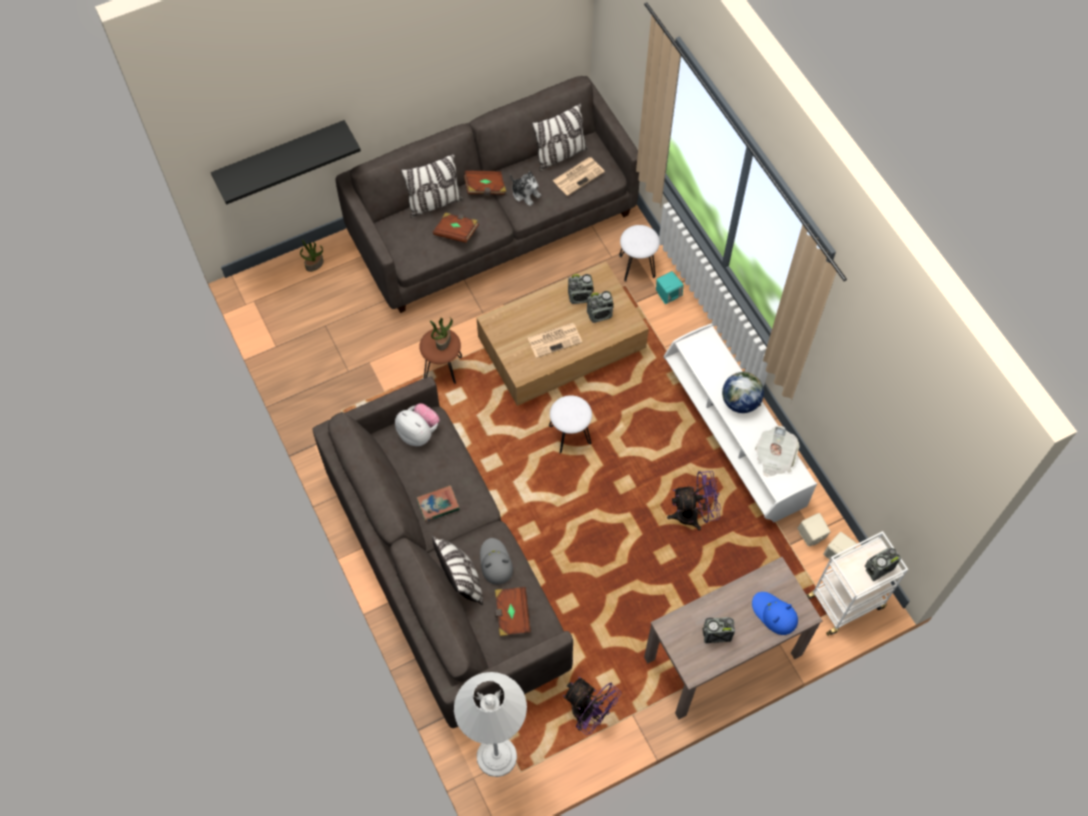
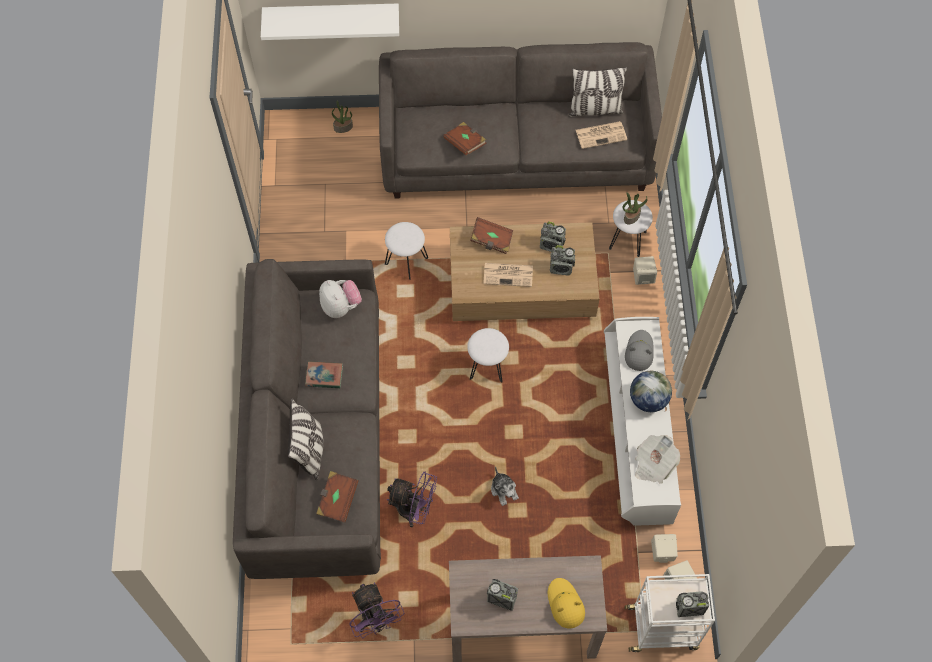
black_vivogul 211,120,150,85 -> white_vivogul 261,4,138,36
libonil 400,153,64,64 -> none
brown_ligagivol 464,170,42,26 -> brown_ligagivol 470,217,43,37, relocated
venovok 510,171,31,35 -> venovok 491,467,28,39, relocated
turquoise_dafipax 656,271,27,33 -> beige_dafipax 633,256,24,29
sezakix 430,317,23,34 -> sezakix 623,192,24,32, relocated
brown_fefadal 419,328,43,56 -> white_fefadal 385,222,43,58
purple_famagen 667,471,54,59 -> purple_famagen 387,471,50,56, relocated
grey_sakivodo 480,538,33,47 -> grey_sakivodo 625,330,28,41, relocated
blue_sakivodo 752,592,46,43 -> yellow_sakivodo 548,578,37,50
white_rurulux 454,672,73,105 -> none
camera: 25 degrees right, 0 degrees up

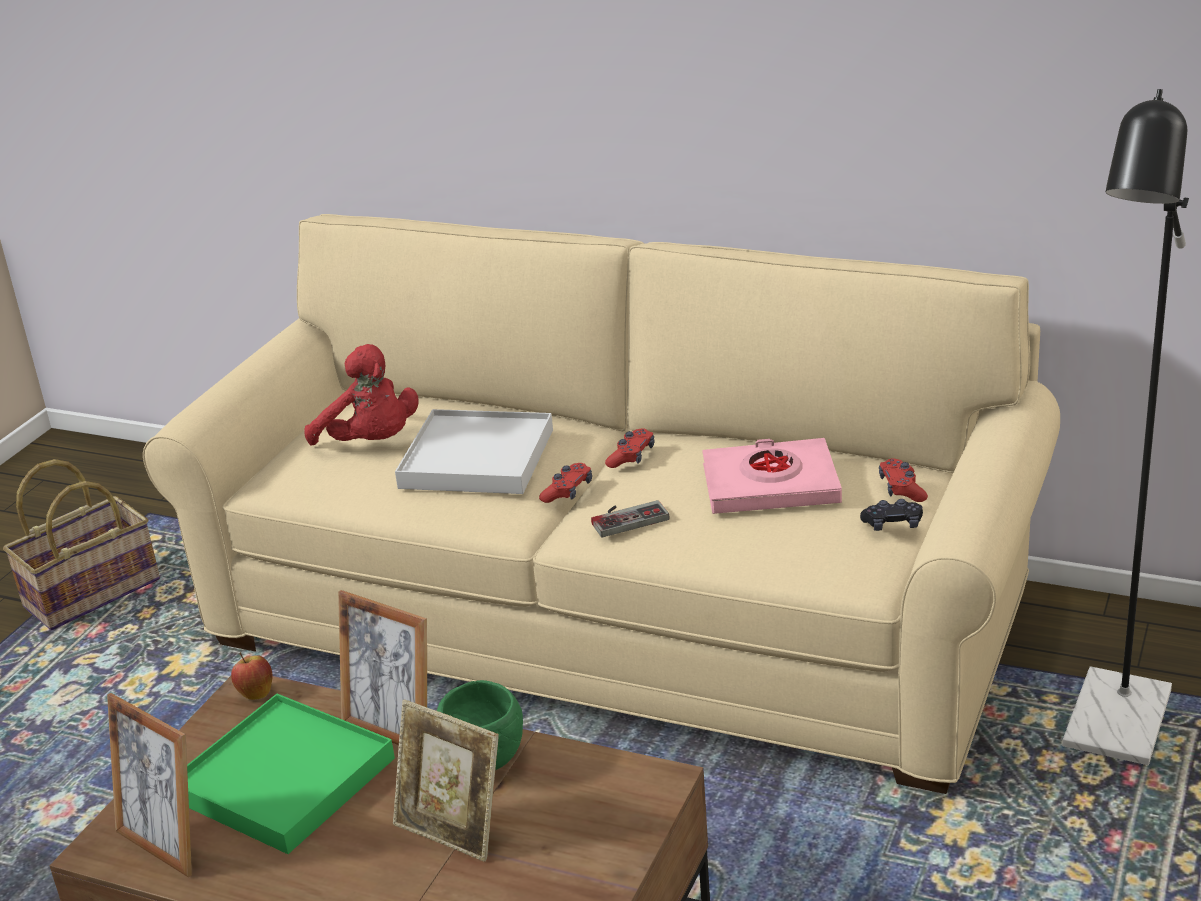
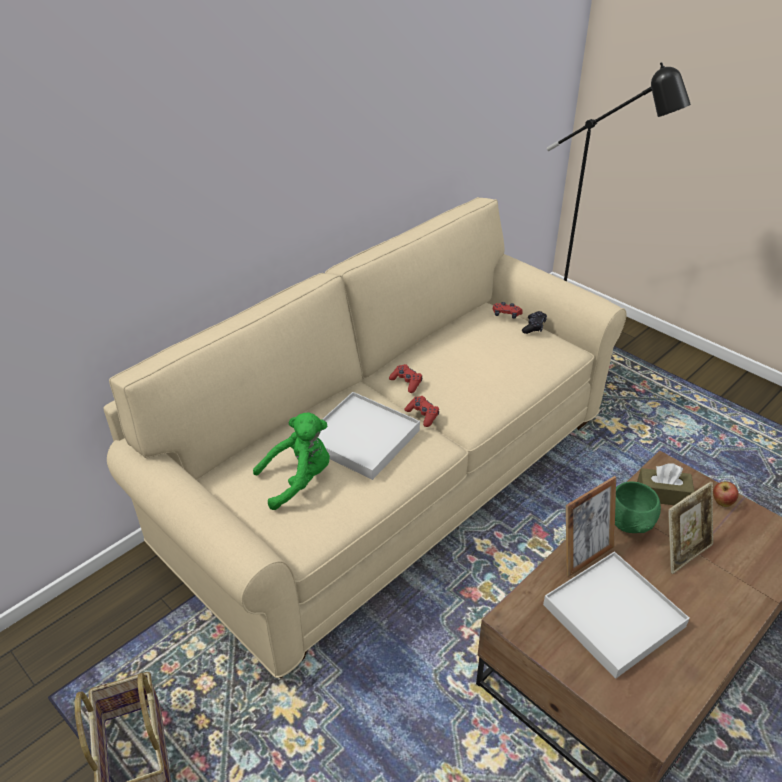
red_venovok 304,344,115,102 -> green_venovok 253,412,77,98
pink_ligagivol 702,438,140,76 -> none
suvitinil 591,500,78,37 -> none
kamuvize 231,652,42,48 -> kamuvize 713,482,26,25, relocated
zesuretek 107,693,85,184 -> none
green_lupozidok 187,694,208,160 -> white_lupozidok 543,552,147,127
none -> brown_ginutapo 637,463,57,42
camera: 70 degrees left, 10 degrees up

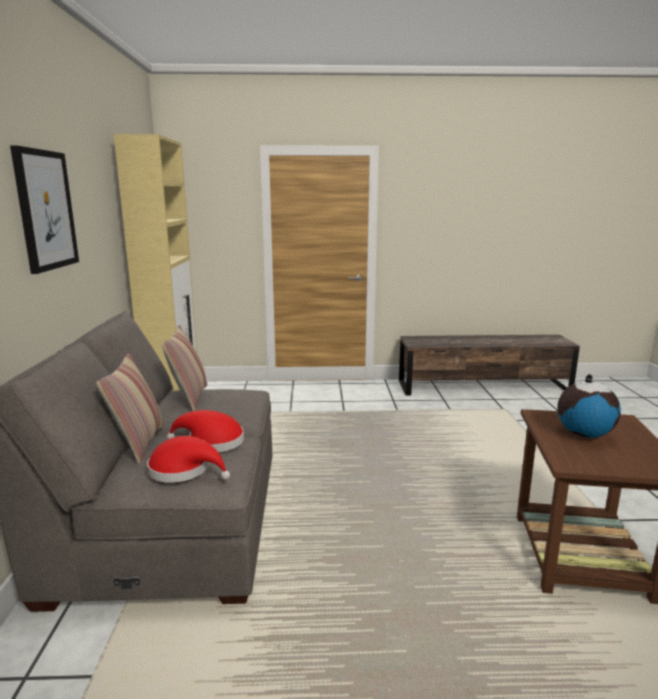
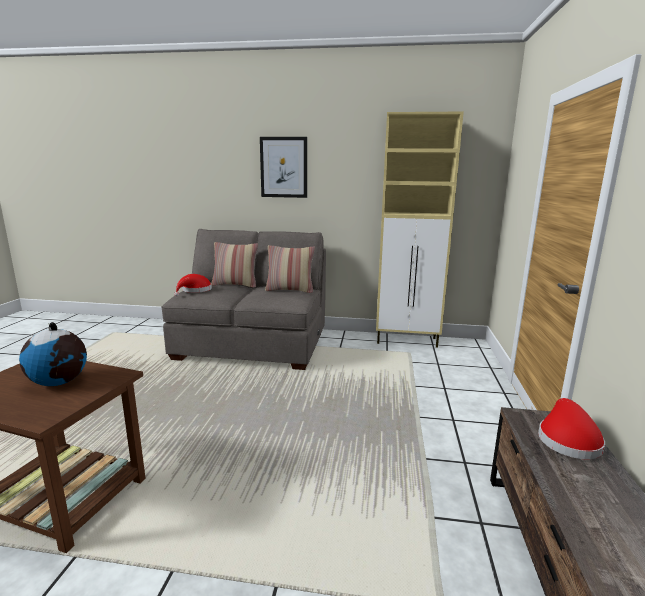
red_sakivodo 167,410,77,42 -> red_sakivodo 538,398,67,61, relocated
camera: 100 degrees right, 0 degrees up

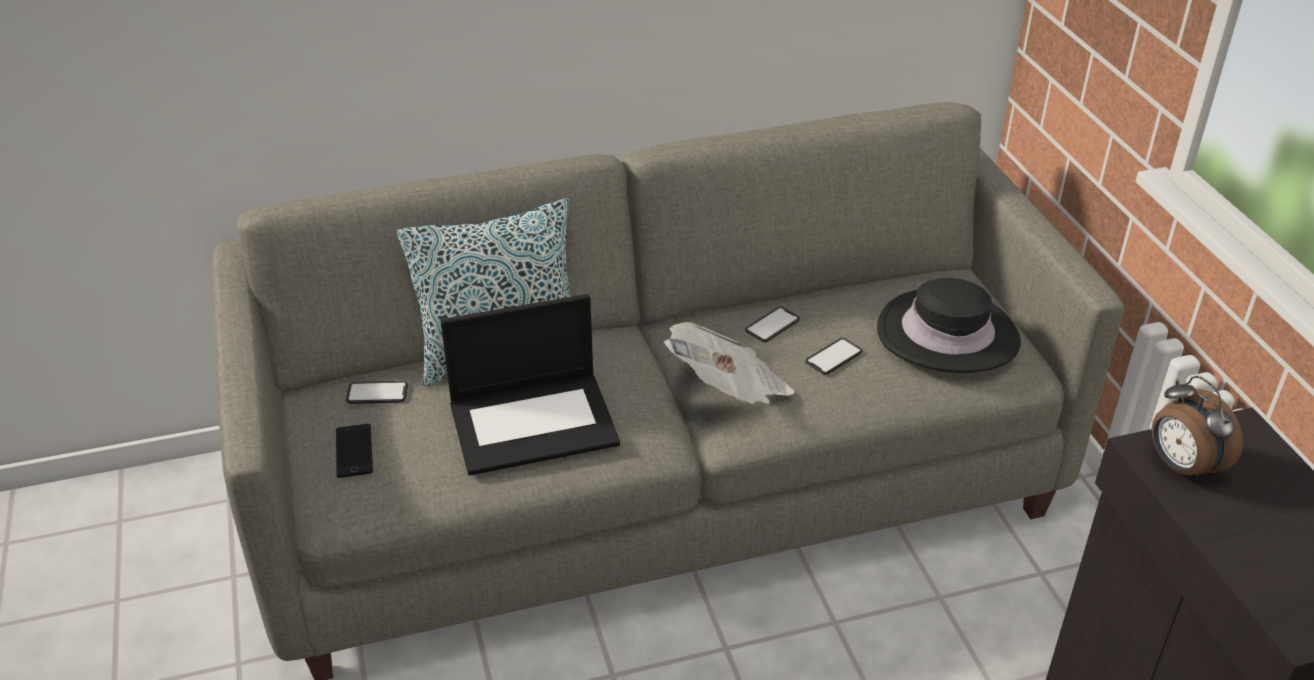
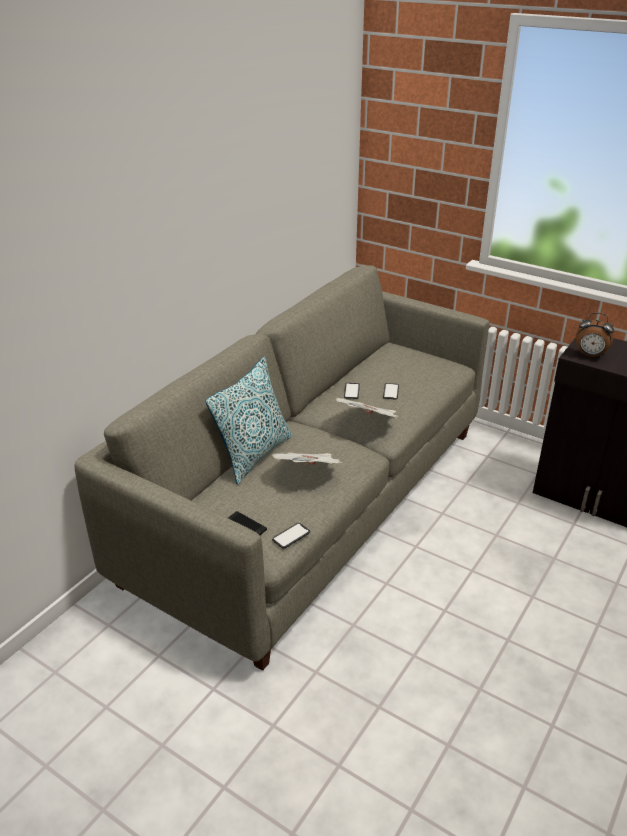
black_sakivodo 877,278,144,95 -> none
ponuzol 441,294,179,181 -> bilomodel 272,452,70,13
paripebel 346,381,62,23 -> paripebel 272,523,38,26, relocated
camera: 40 degrees left, 5 degrees down

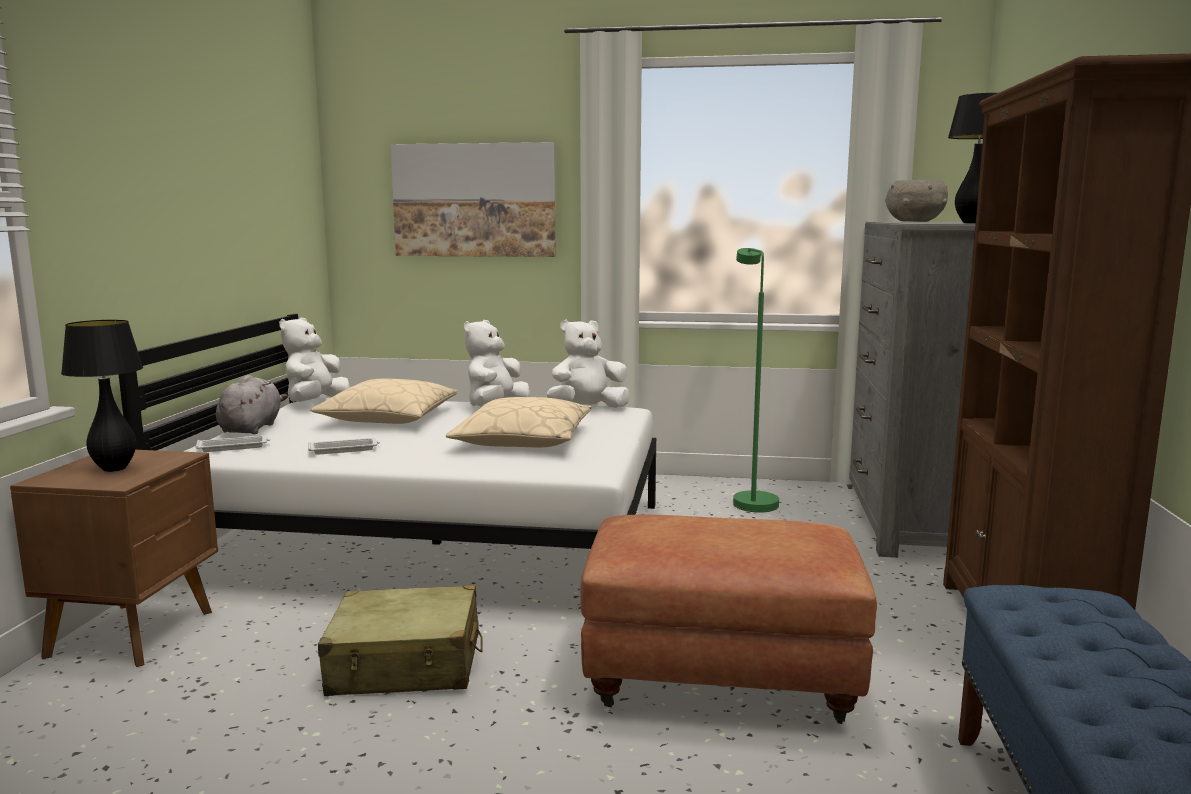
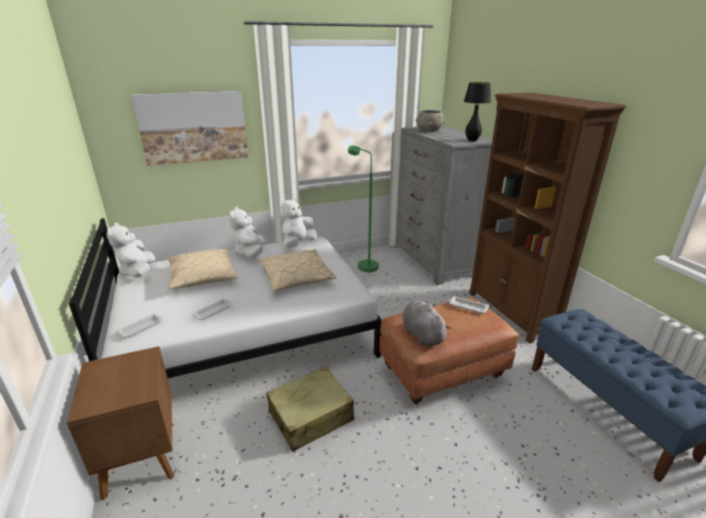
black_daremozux 61,320,82,152 -> none
grey_venovok 216,375,72,59 -> grey_venovok 402,301,49,45, relocated
none -> white_lupozidok 450,296,39,18
camera: 30 degrees left, 15 degrees up

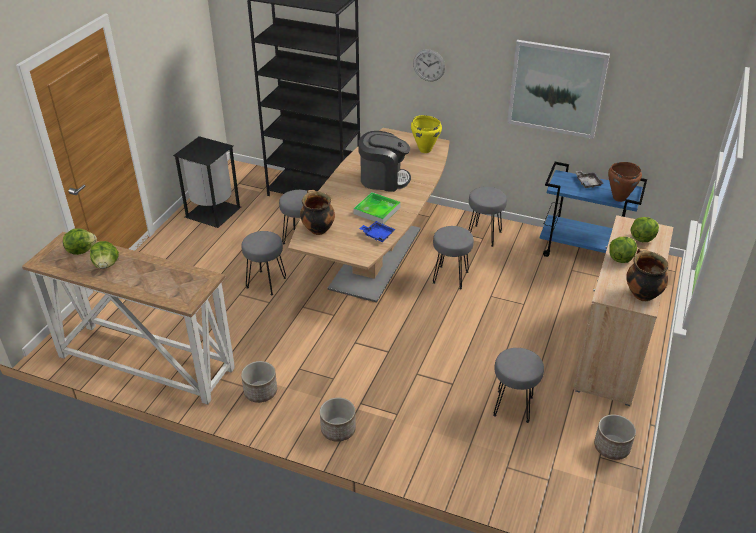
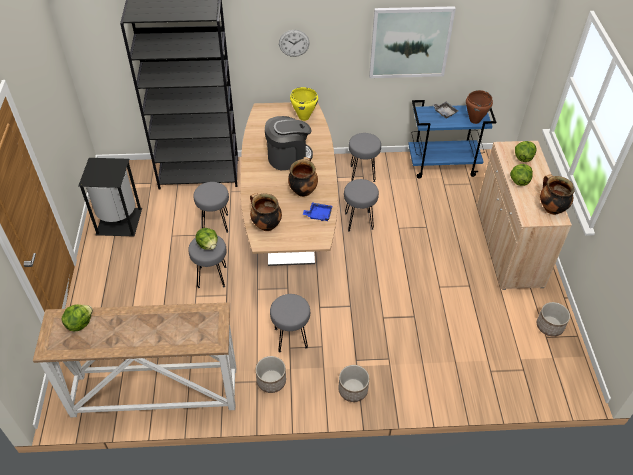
lupozidok 353,192,48,32 -> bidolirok 288,157,30,40
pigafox 90,241,29,28 -> pigafox 196,228,22,22, relocated
grey_fefadal 493,348,51,75 -> grey_fefadal 270,294,40,59, relocated
camera: 25 degrees left, 10 degrees up

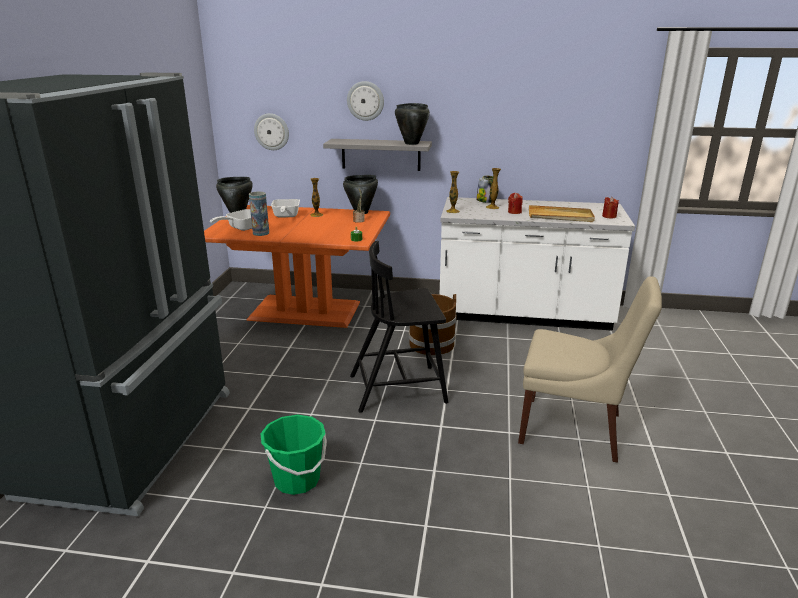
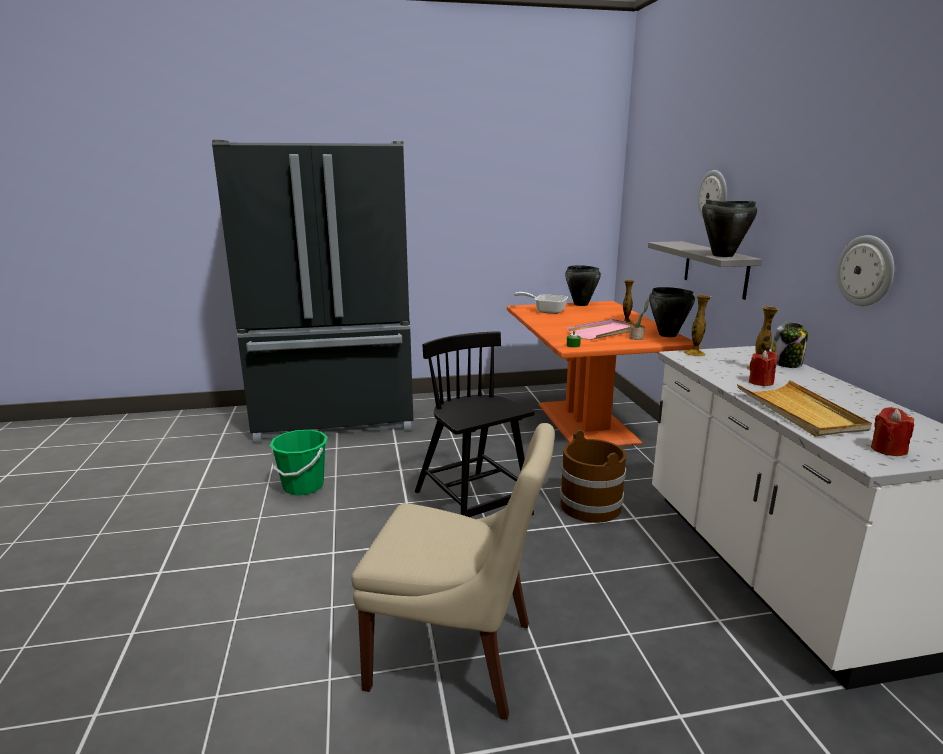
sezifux 254,113,35,37 -> sezifux 836,235,58,71, relocated
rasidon 249,192,20,44 -> none
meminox 271,199,29,19 -> none
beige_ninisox 518,276,144,187 -> beige_ninisox 351,423,204,297, 75 degrees counterclockwise
none -> pink_lupozidok 566,319,70,21
camera: 70 degrees right, 5 degrees down

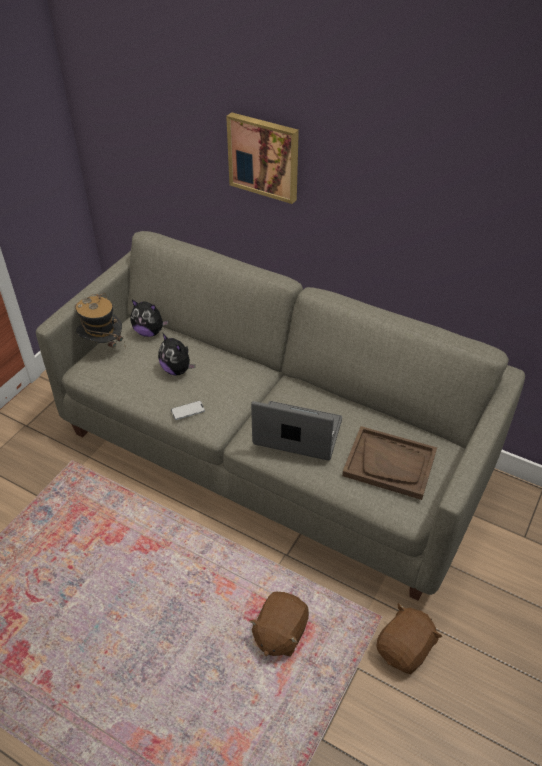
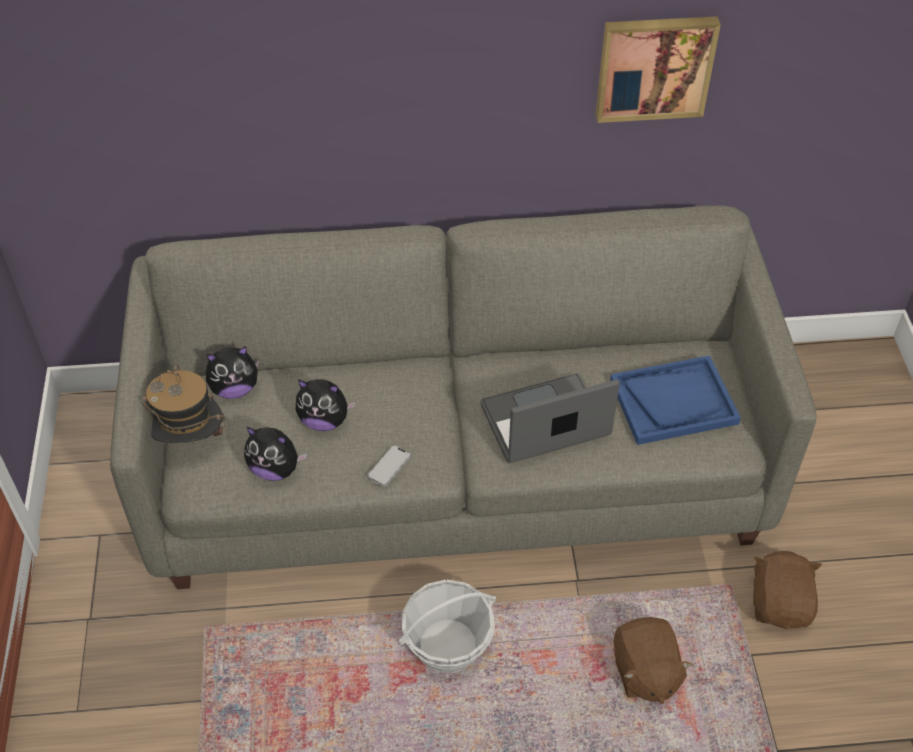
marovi 226,112,73,92 -> marovi 595,16,126,107, relocated
brown_lupozidok 342,426,95,74 -> blue_lupozidok 610,355,131,90
none -> venovok 244,427,63,54
none -> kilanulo 399,580,97,92
camera: 35 degrees left, 5 degrees up

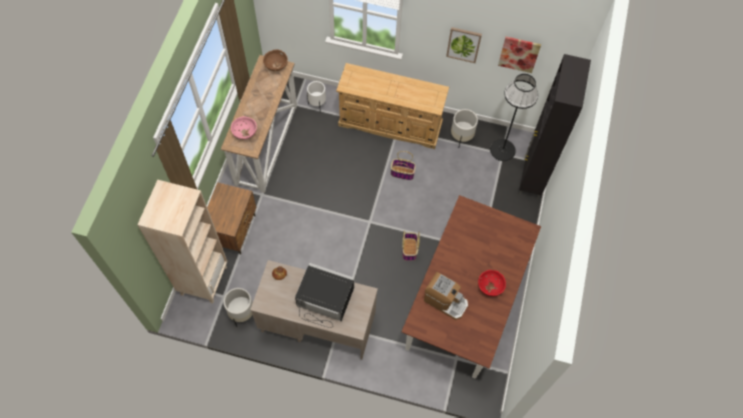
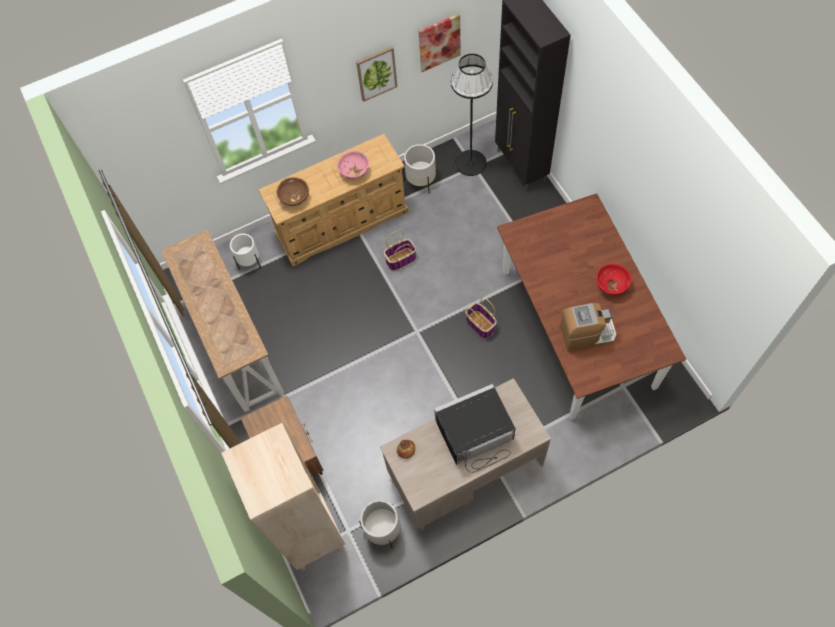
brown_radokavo 263,50,25,21 -> brown_radokavo 276,177,33,29, relocated
pink_radokavo 231,116,26,24 -> pink_radokavo 337,151,32,28, relocated
camera: 35 degrees left, 0 degrees up

